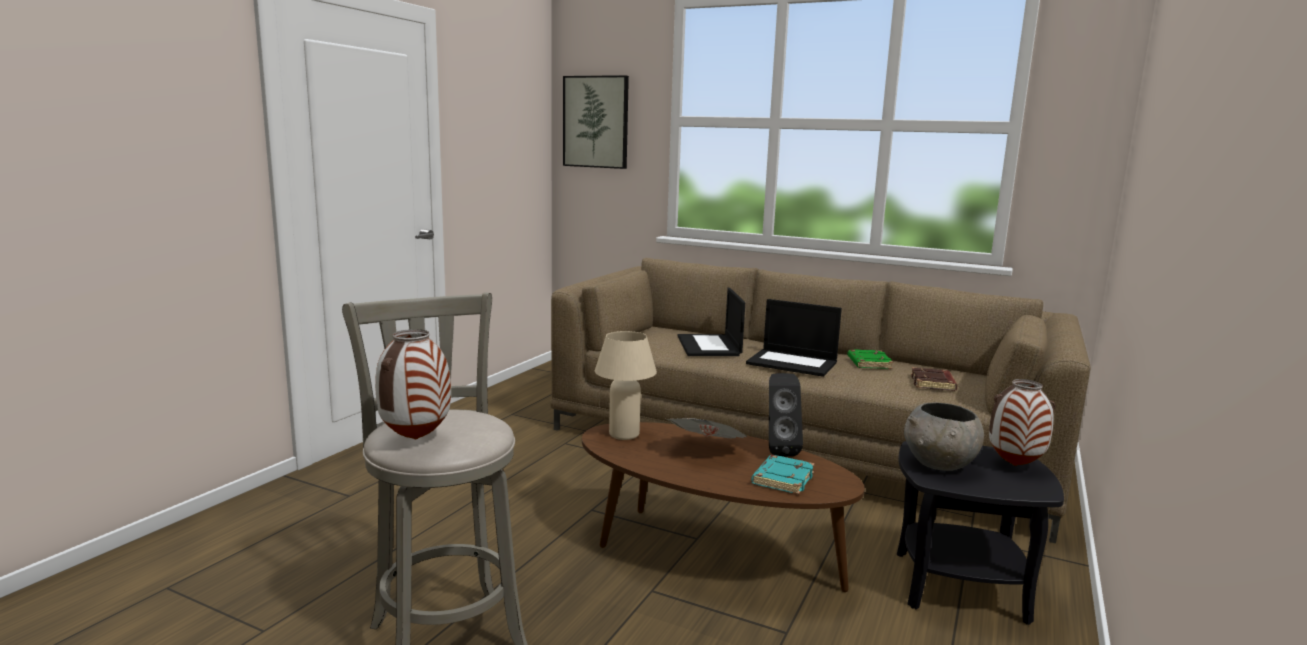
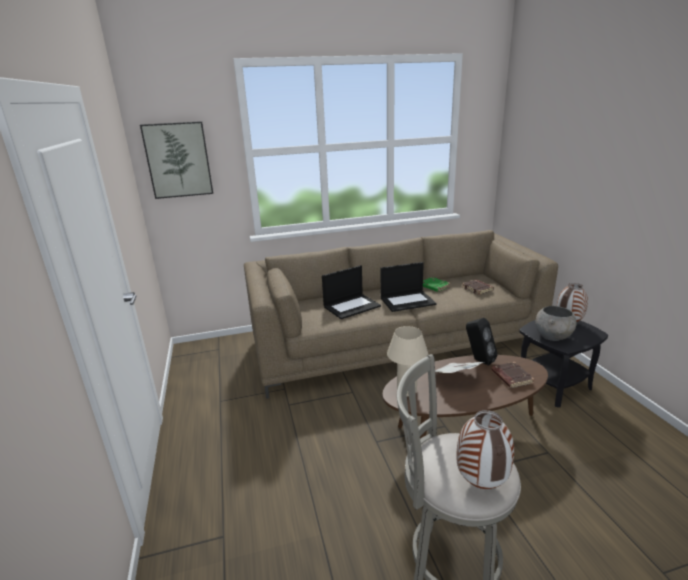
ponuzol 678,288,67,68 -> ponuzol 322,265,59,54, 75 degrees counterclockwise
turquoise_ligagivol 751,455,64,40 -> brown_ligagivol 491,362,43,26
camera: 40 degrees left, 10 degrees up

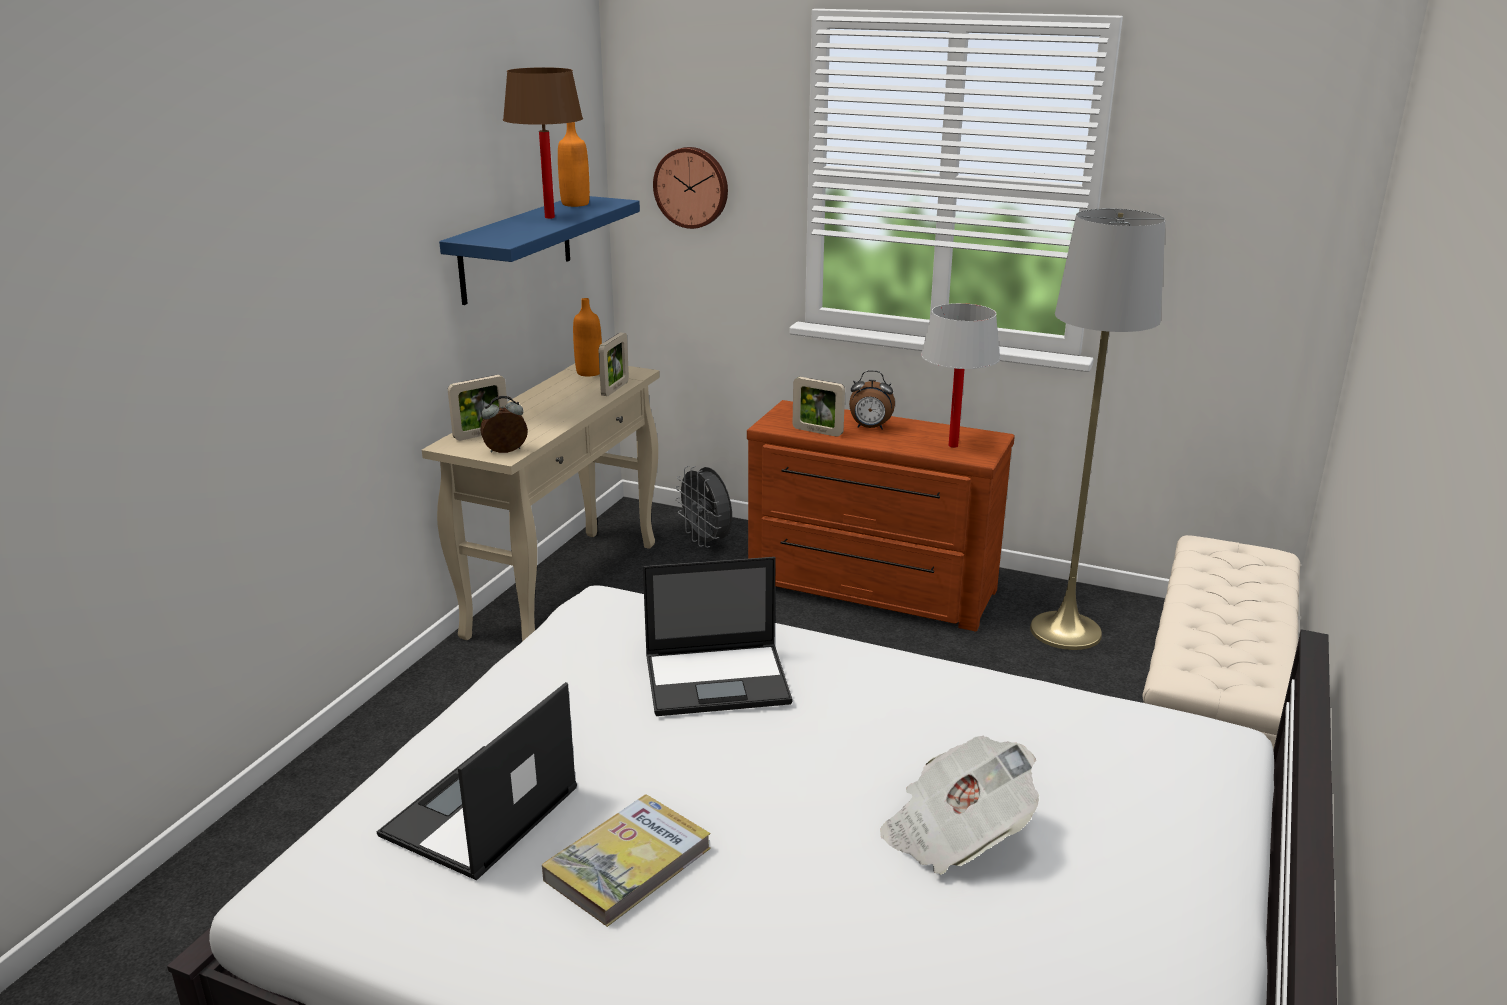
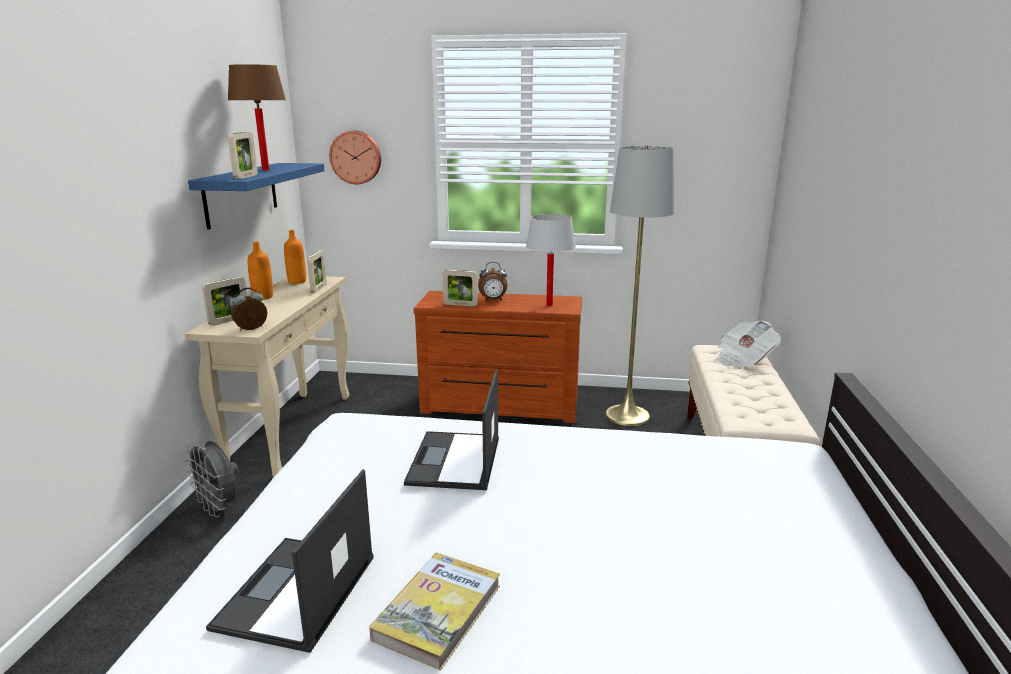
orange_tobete 558,122,32,85 -> orange_tobete 248,241,25,59, relocated
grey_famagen 675,466,57,82 -> grey_famagen 184,441,54,76, relocated
ponuzol 643,557,150,159 -> ponuzol 404,369,95,121, 120 degrees clockwise
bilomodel 880,736,159,139 -> bilomodel 715,321,66,47, relocated
none -> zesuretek 228,132,30,47
camera: 15 degrees left, 5 degrees down

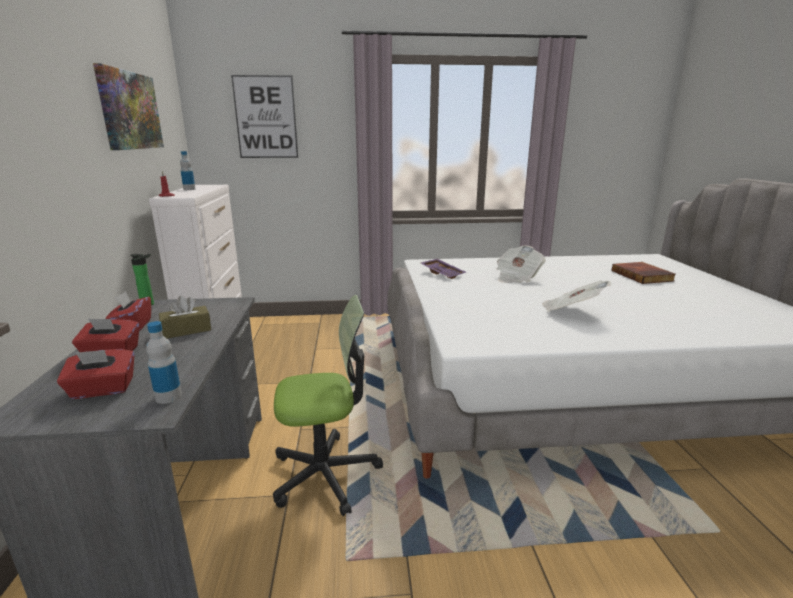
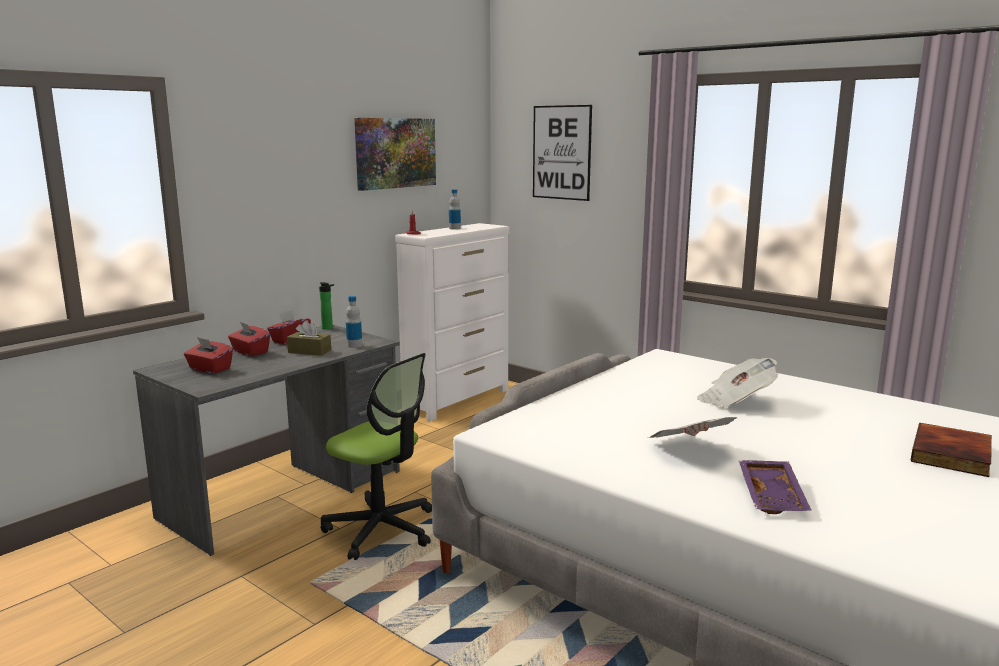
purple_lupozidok 421,259,45,20 -> purple_lupozidok 739,460,73,54, relocated
tobete 146,321,36,83 -> tobete 346,296,16,52, relocated
camera: 45 degrees right, 5 degrees down

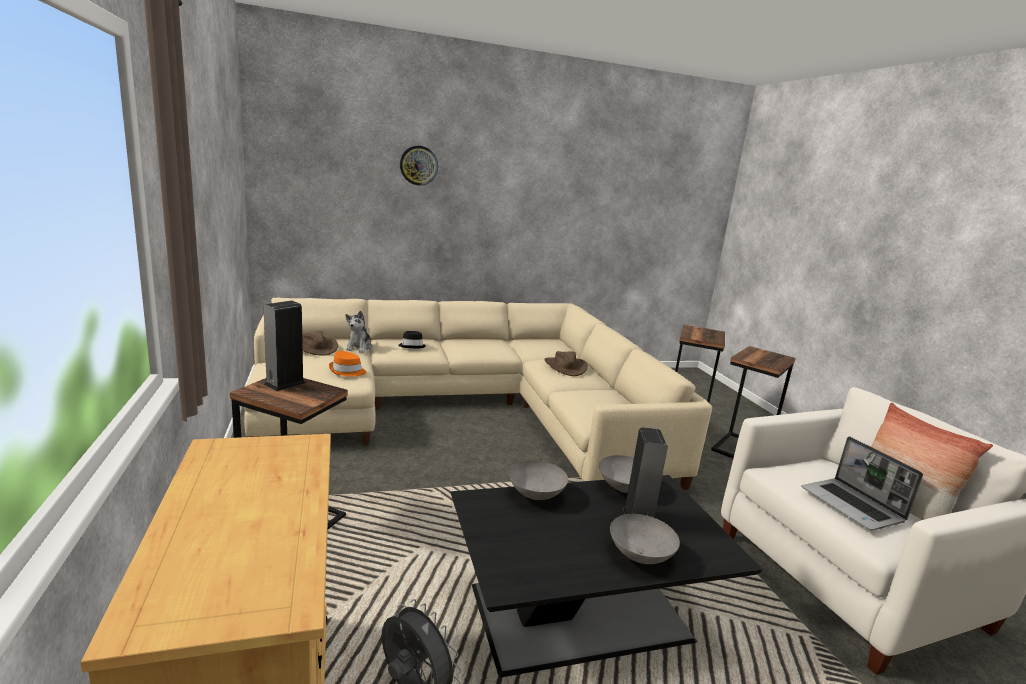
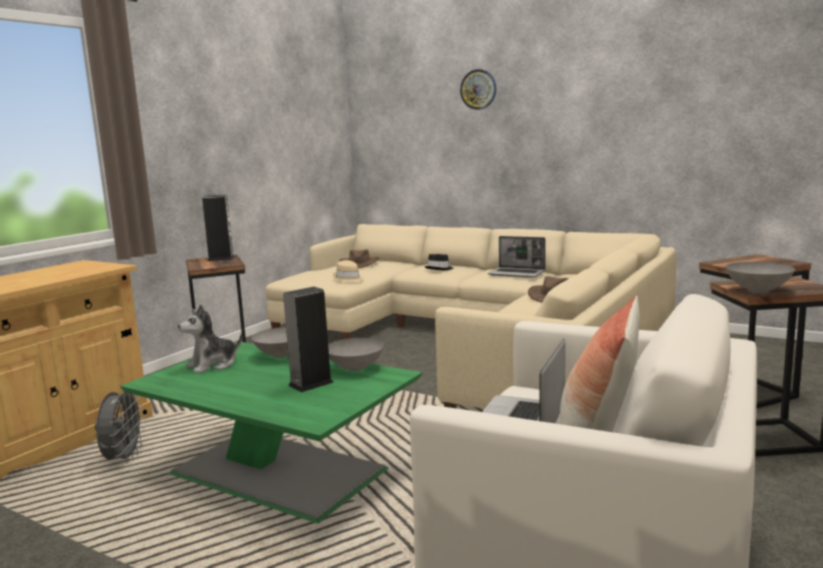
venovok 345,311,27,42 -> venovok 178,304,64,70, relocated
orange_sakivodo 329,351,37,26 -> beige_sakivodo 333,260,31,22
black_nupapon 450,475,313,202 -> green_nupapon 120,342,302,181
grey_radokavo 610,514,70,50 -> grey_radokavo 726,262,69,31, relocated
none -> ponuzol 488,236,57,42
camera: 50 degrees right, 5 degrees down

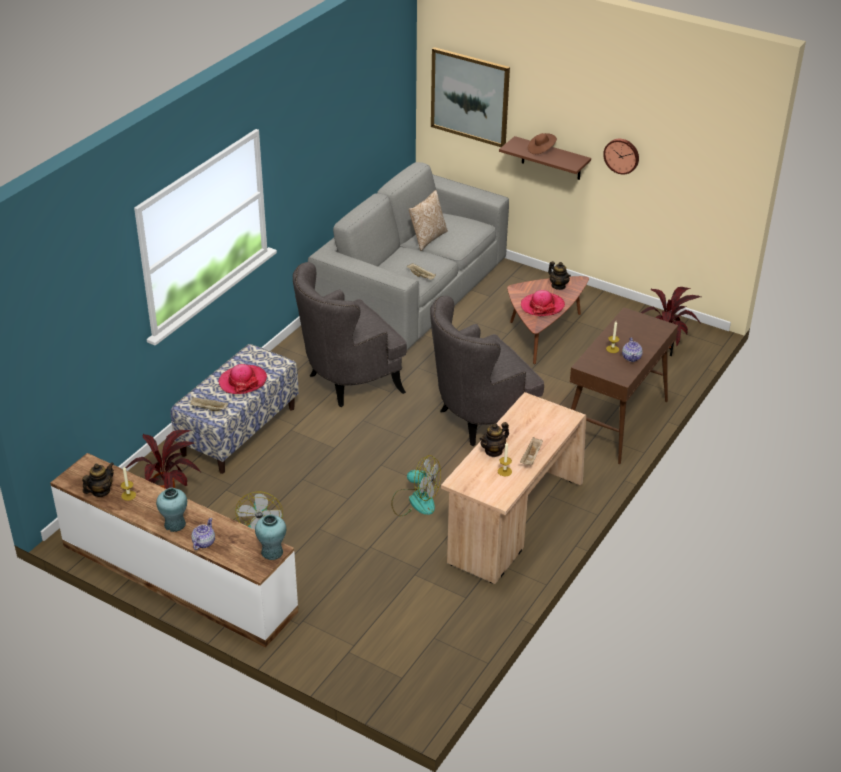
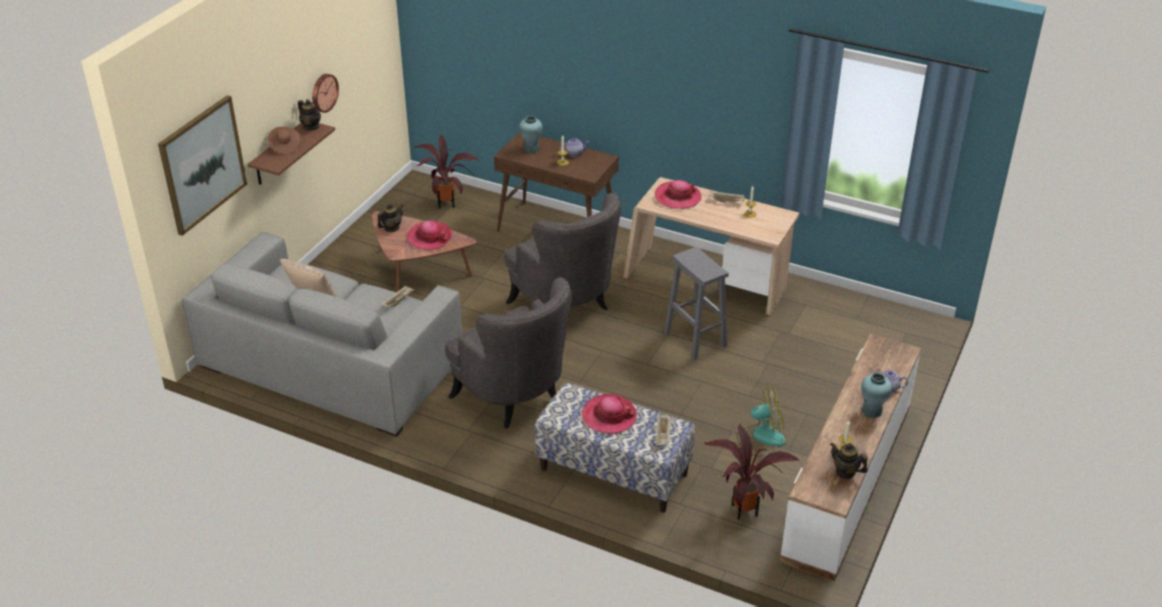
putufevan 480,422,29,35 -> putufevan 298,99,23,31, relocated
famagen 391,455,50,61 -> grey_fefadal 664,247,65,113
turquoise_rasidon 255,514,31,46 -> turquoise_rasidon 519,116,24,37, relocated
none -> sakivodo 655,180,47,29
camera: 95 degrees left, 0 degrees up

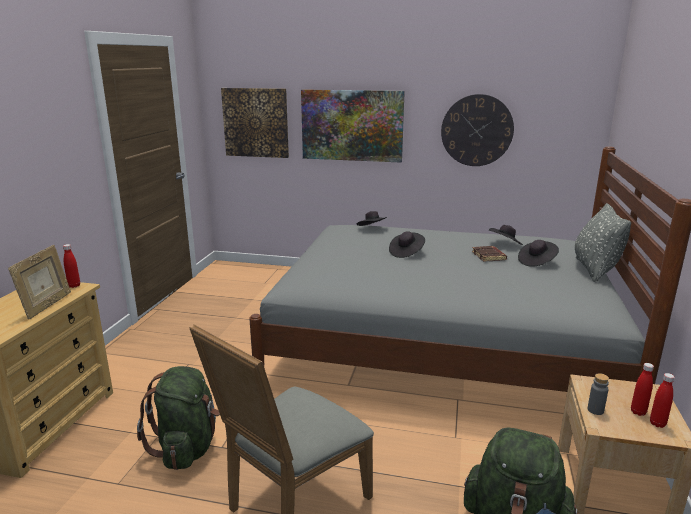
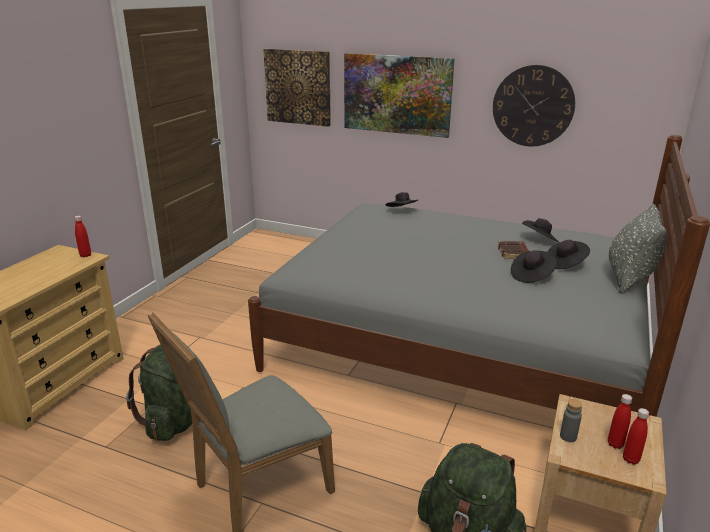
black_sakivodo 389,231,36,27 -> black_sakivodo 511,250,46,33, relocated
zesuretek 8,245,63,74 -> none
camera: 10 degrees right, 5 degrees up

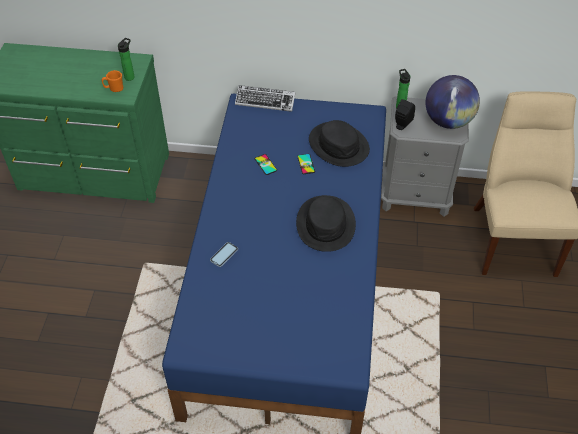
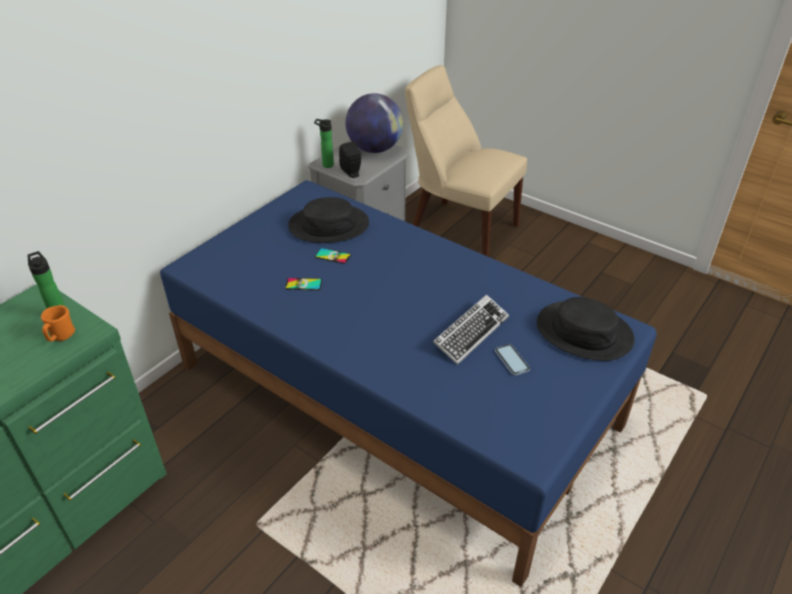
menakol 235,85,60,27 -> menakol 433,294,76,71, relocated
black_sakivodo 296,195,60,57 -> black_sakivodo 537,297,97,64, relocated
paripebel 210,242,28,25 -> paripebel 495,344,35,32, relocated
camera: 60 degrees left, 10 degrees down

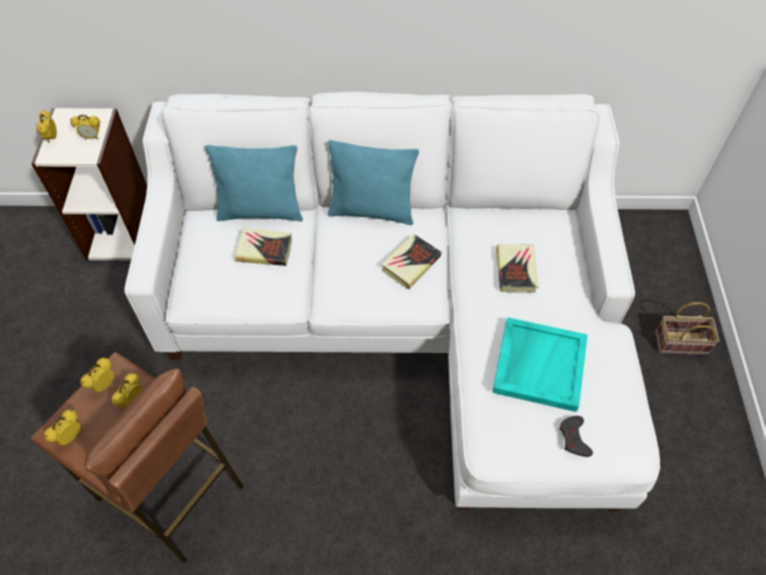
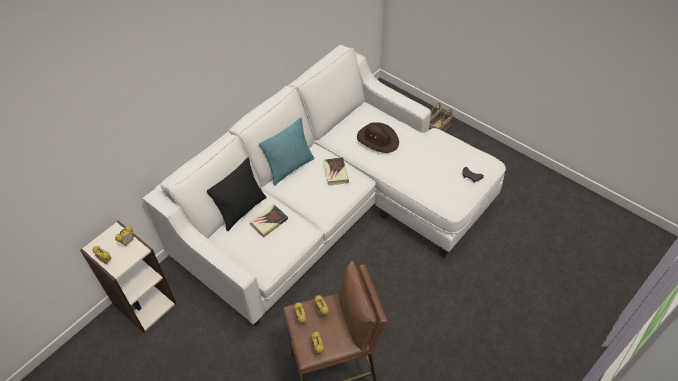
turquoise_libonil 206,145,97,76 -> black_libonil 207,157,59,74
ligagivol 496,244,42,49 -> brown_sakivodo 357,122,42,31
turquoise_lupozidok 492,317,96,95 -> none
camera: 50 degrees left, 5 degrees down

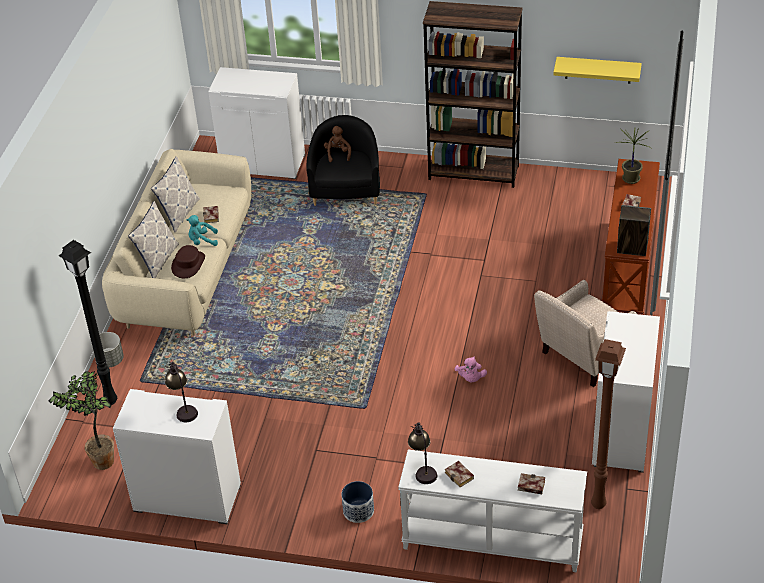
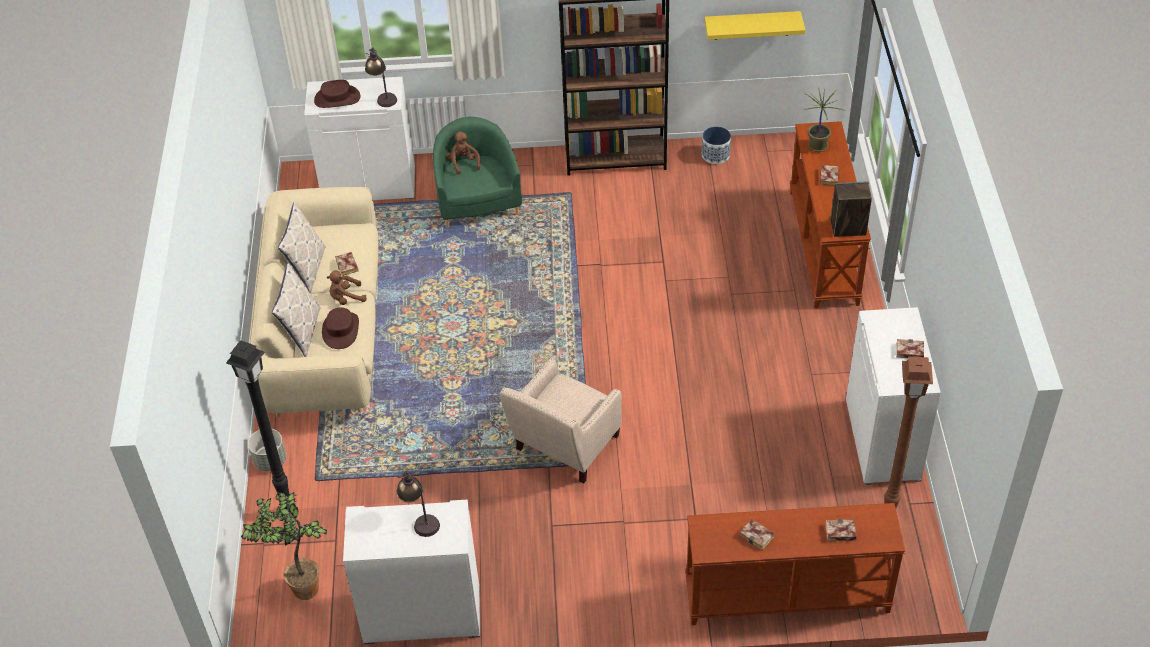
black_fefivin 306,115,74,91 -> green_fefivin 433,117,89,111
turquoise_venovok 186,215,32,31 -> brown_venovok 327,270,40,35
beige_fefivin 534,280,103,107 -> beige_fefivin 500,358,122,125, relocated
pink_venovok 454,357,33,25 -> none
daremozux 408,422,29,62 -> daremozux 365,47,32,60, relocated
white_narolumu 398,450,189,122 -> brown_narolumu 685,503,220,122
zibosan 341,481,33,42 -> zibosan 702,126,29,38, relocated
none -> brown_sakivodo 314,80,46,28
none -> ligagivol 896,339,28,19
camera: 15 degrees left, 5 degrees up

